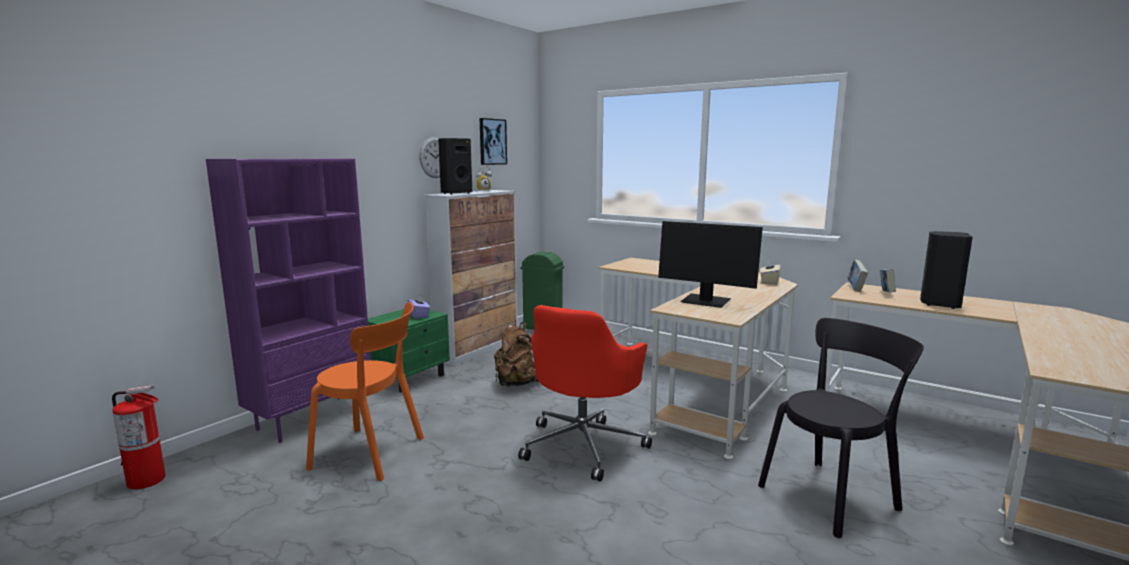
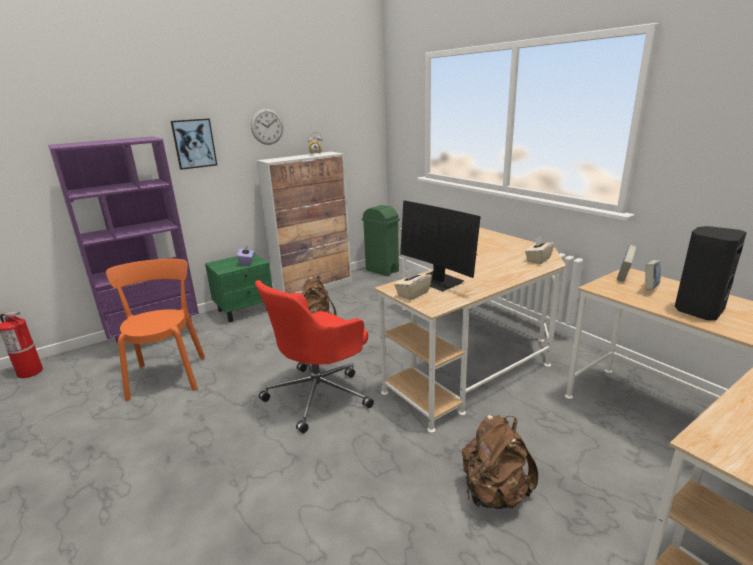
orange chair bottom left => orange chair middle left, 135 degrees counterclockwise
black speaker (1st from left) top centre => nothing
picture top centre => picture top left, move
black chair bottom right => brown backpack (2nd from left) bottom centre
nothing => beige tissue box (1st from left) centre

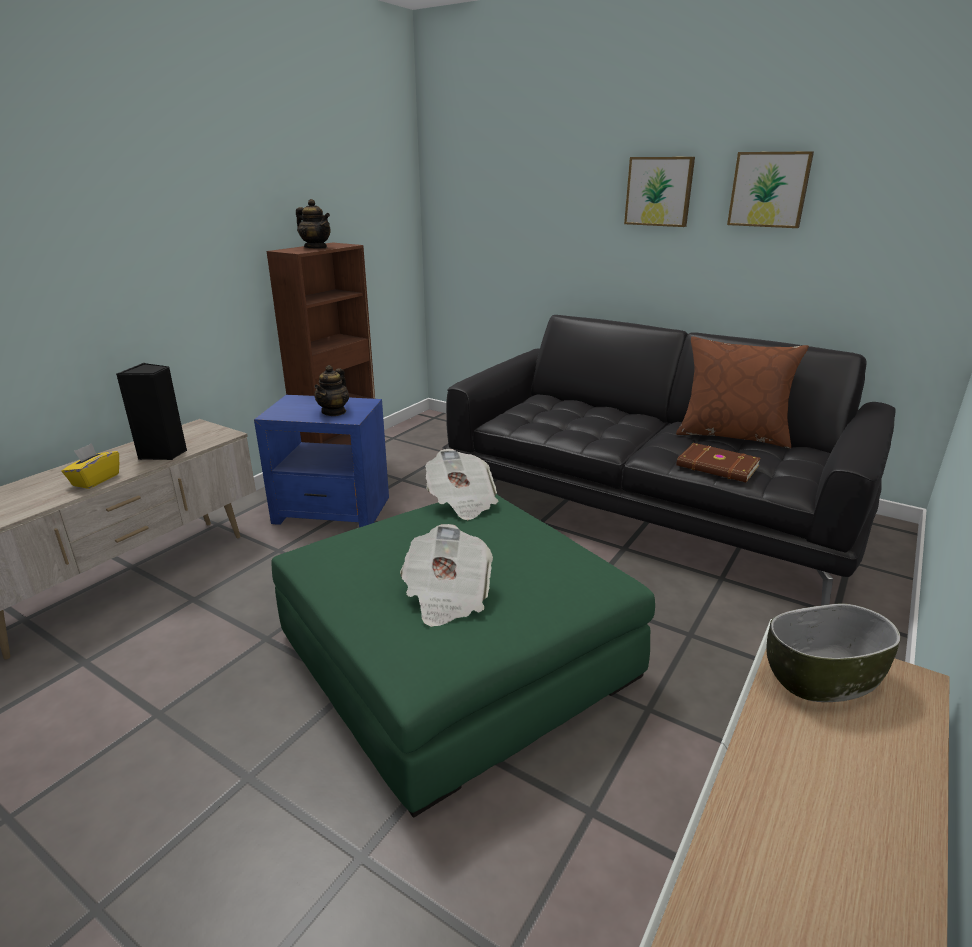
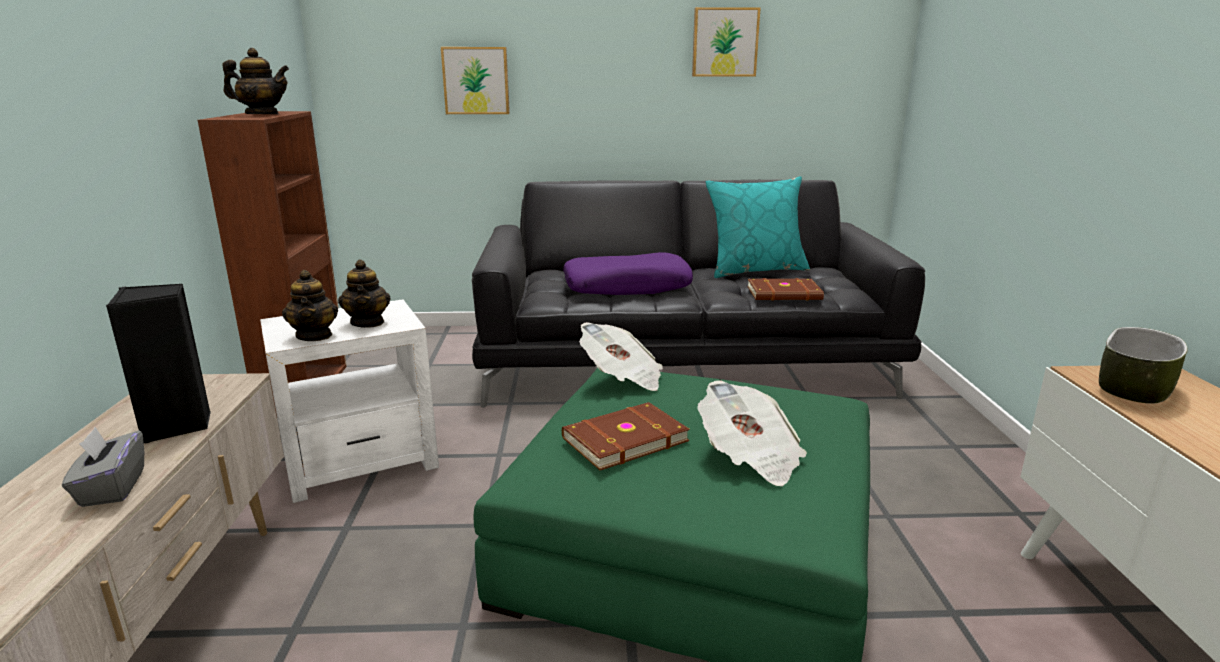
yellow tissue box middle left => grey tissue box bottom left
blue side table middle left => white side table middle left
picture (1st from left) top right => picture (1st from left) top centre, move
brown pillow middle right => turquoise pillow centre
nothing => teapot (2nd from left) middle left
nothing => brown book (1st from left) centre
nothing => purple pillow centre

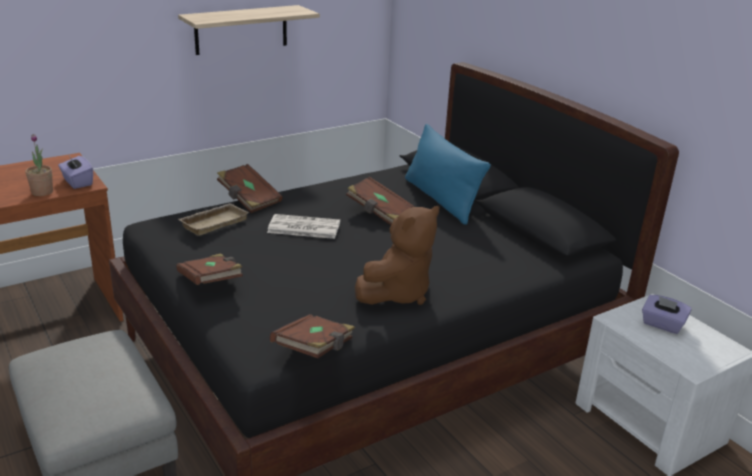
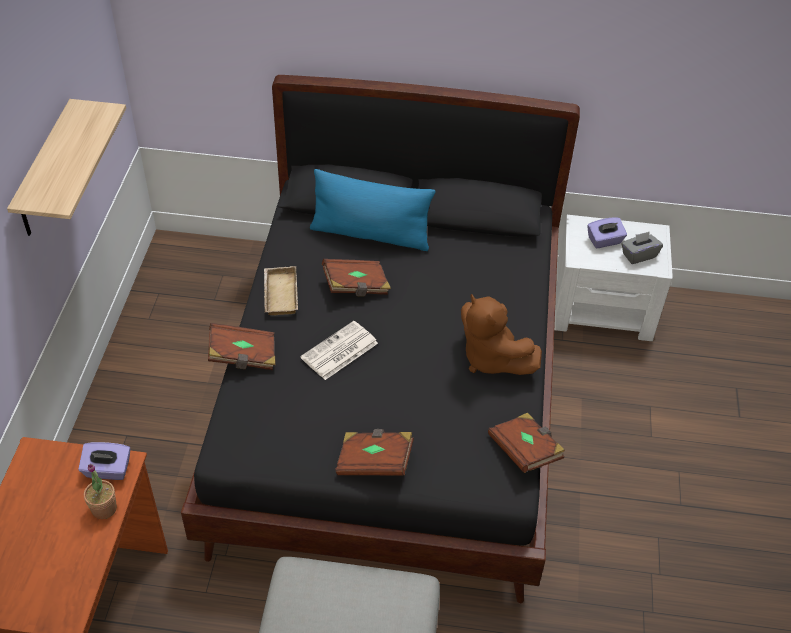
beige tray middle left => beige tray centre, move
brown plush toy centre, 150 degrees clockwise
nothing => grey tissue box middle right

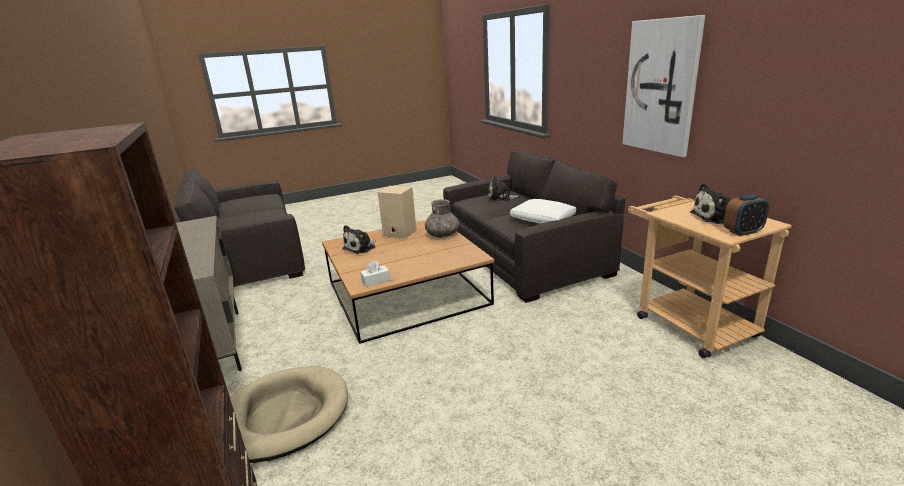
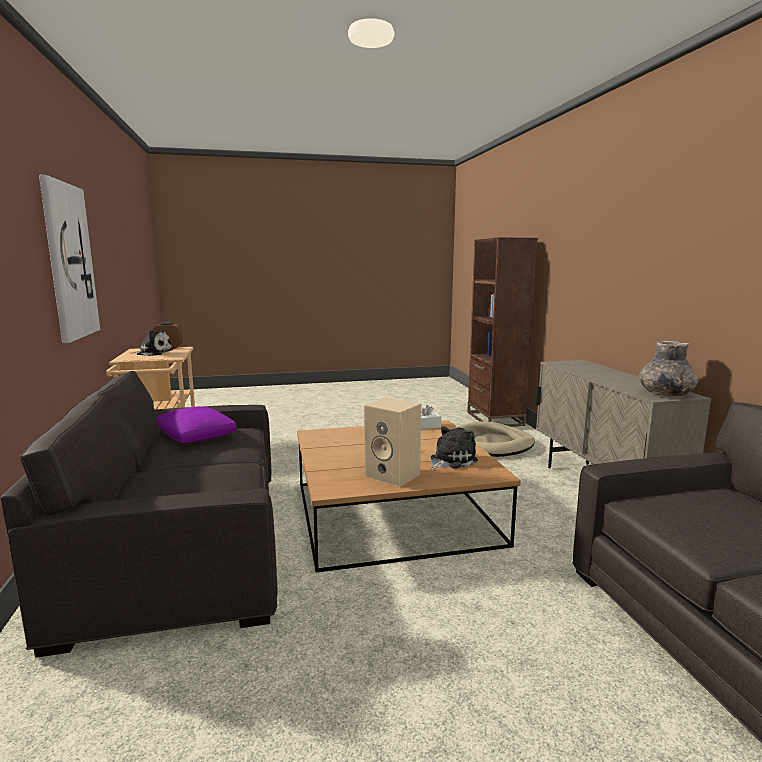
grey vase centre => grey vase middle right, move
plush toy (2nd from left) centre => nothing
white pillow centre => purple pillow middle left

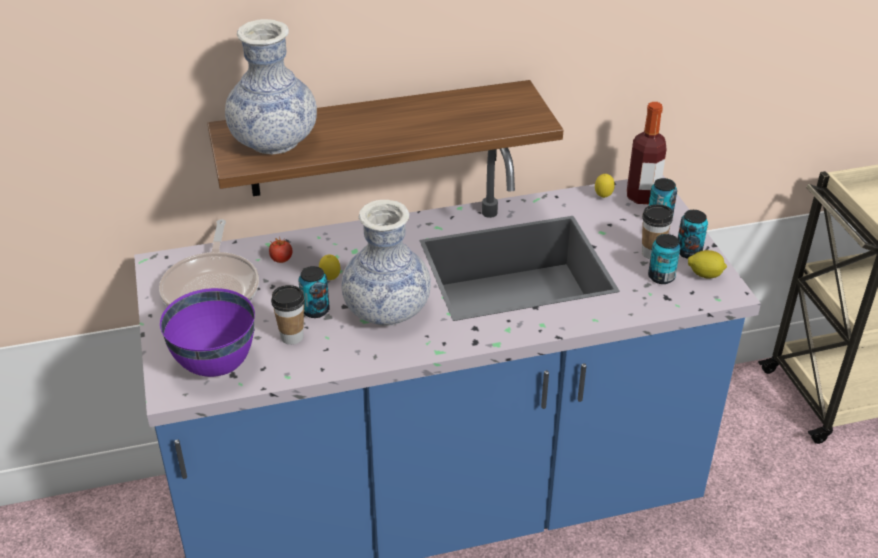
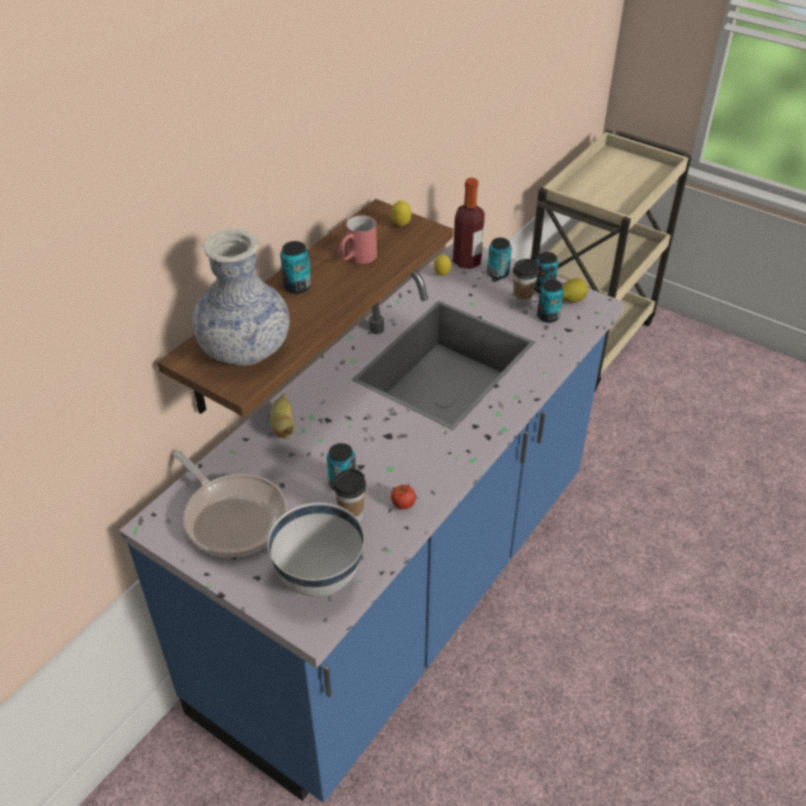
purple bowl middle left => white bowl bottom centre
tomato middle left => tomato centre, move
lemon (1st from left) centre => lemon (1st from left) top centre, move
vase (2nd from left) centre => nothing
nothing => banana centre
nothing => can (1st from left) top centre
nothing => red mug top centre

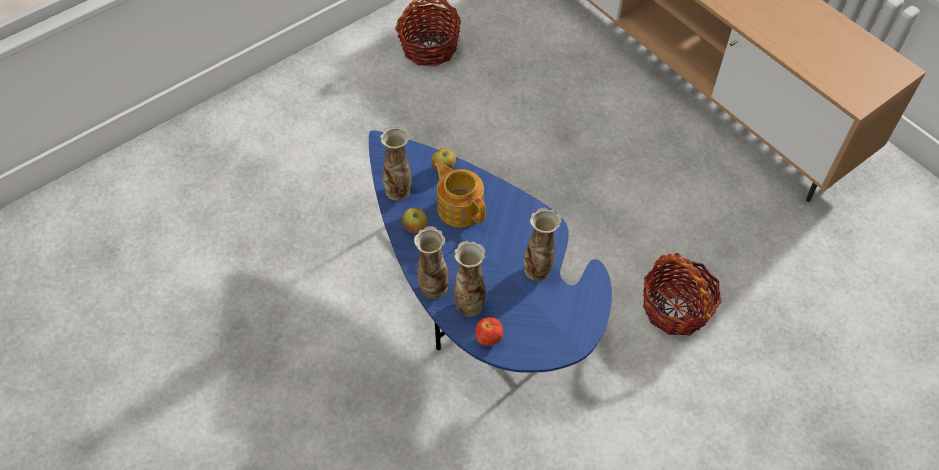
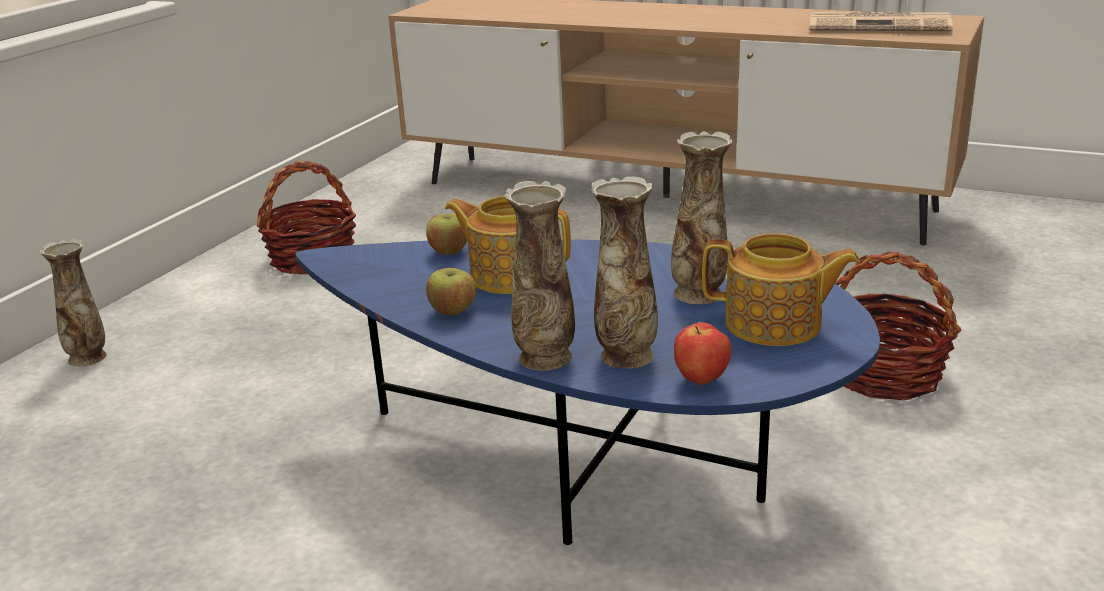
vase (1st from left) centre => vase (1st from left) middle left, move
nothing => teapot (2nd from left) middle right
nothing => newspaper top right

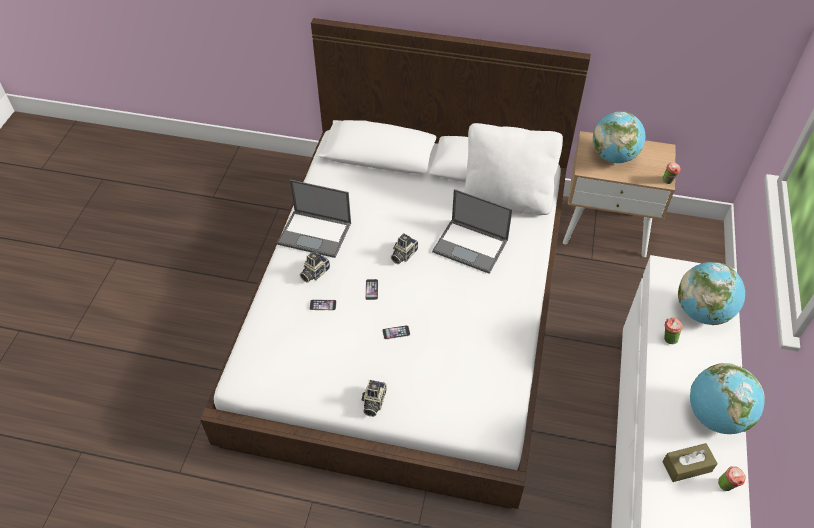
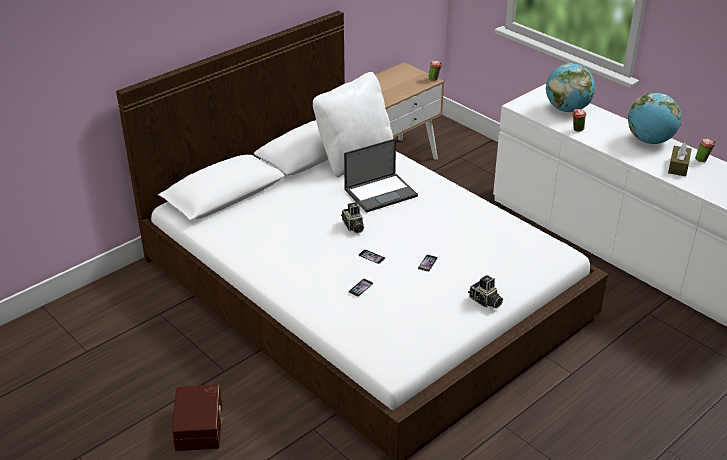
laptop (1st from left) centre => nothing
photo camera (1st from left) centre => nothing
globe (1st from left) top right => nothing
nothing => brown storage box bottom left

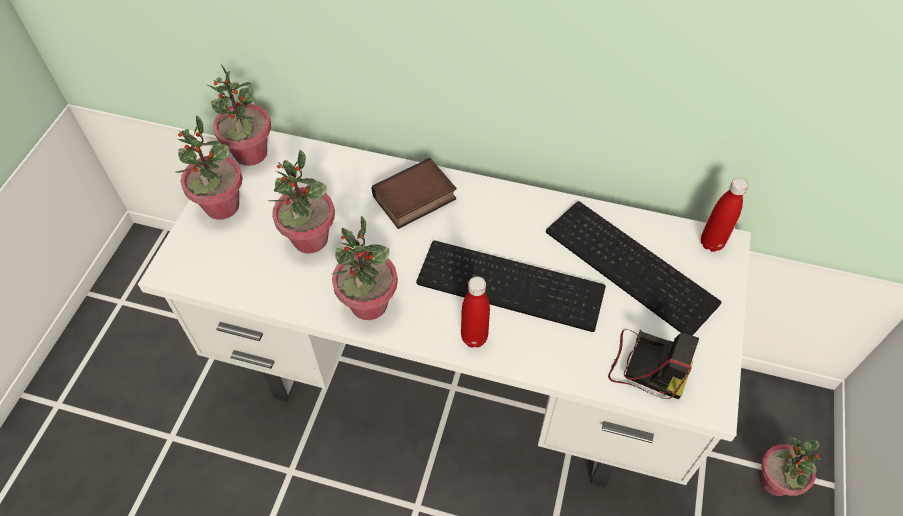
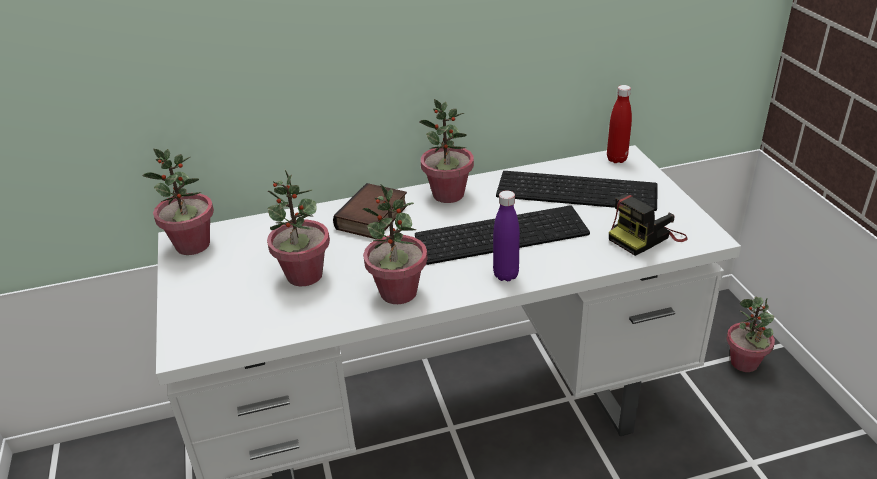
potted plant (1st from left in the first image) top left => potted plant (4th from left) top centre, move
red bottle (1st from left) centre => purple bottle centre
photo camera bottom right => photo camera middle right, 150 degrees clockwise

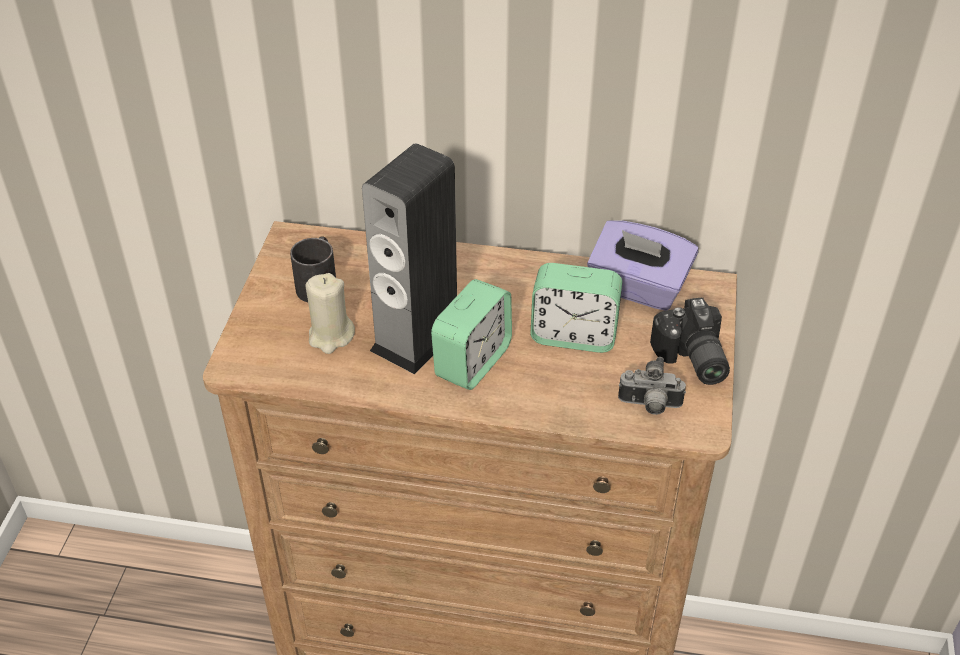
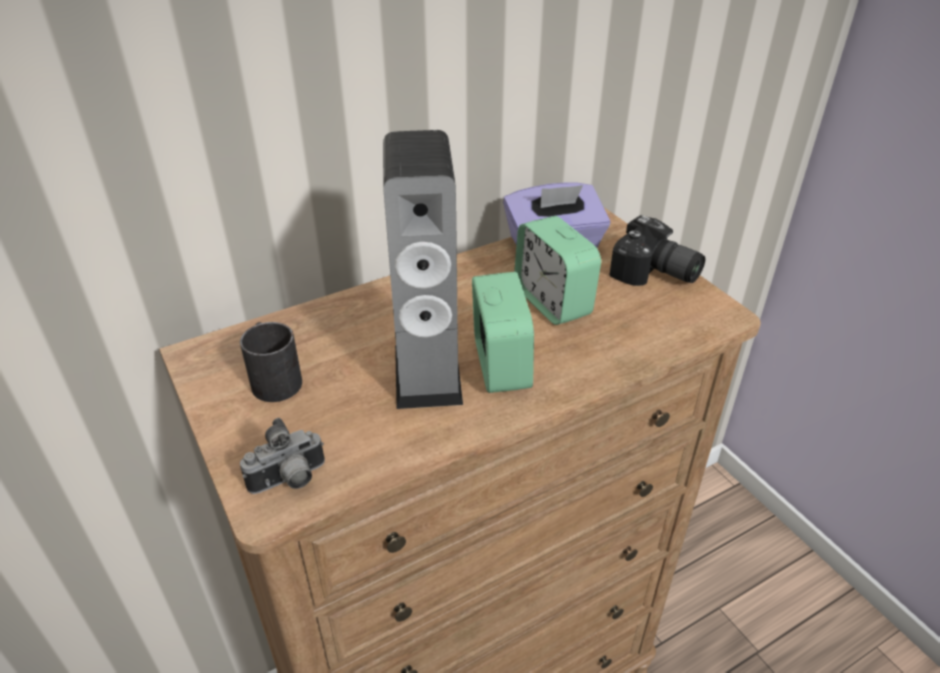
beige candle centre => nothing
alarm clock (2nd from left) centre, 90 degrees clockwise
photo camera (1st from left) middle right => photo camera (1st from left) bottom left, move

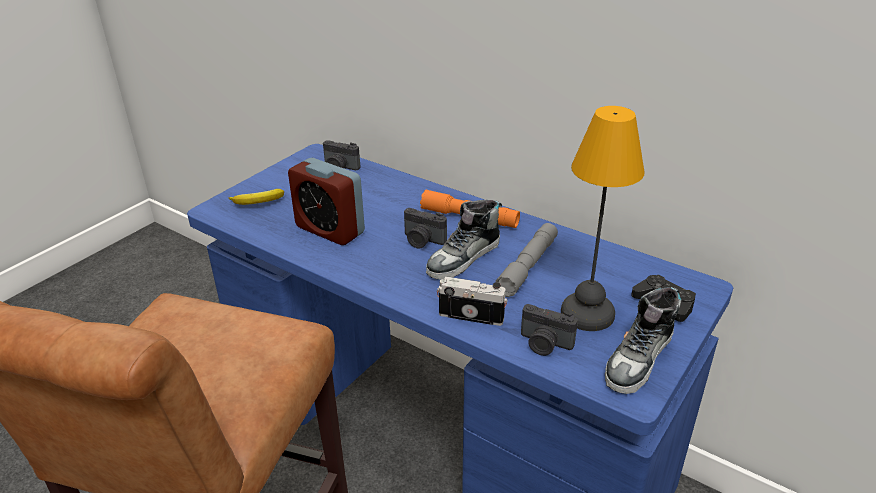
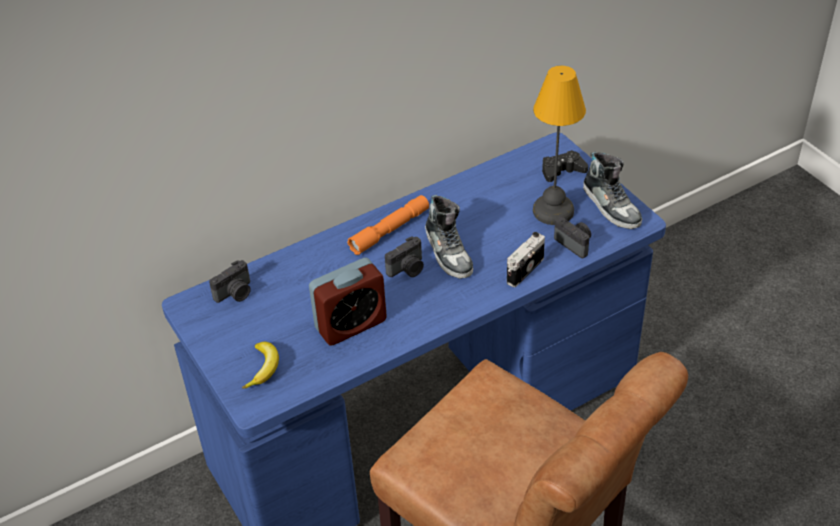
grey flashlight centre => nothing
photo camera (4th from left) bottom centre => photo camera (4th from left) middle right, 90 degrees counterclockwise

